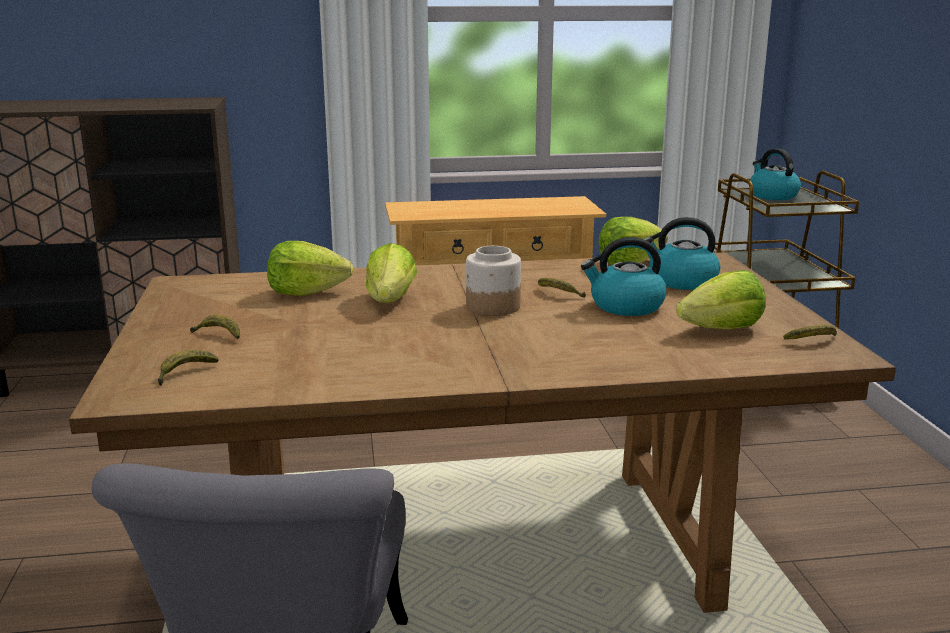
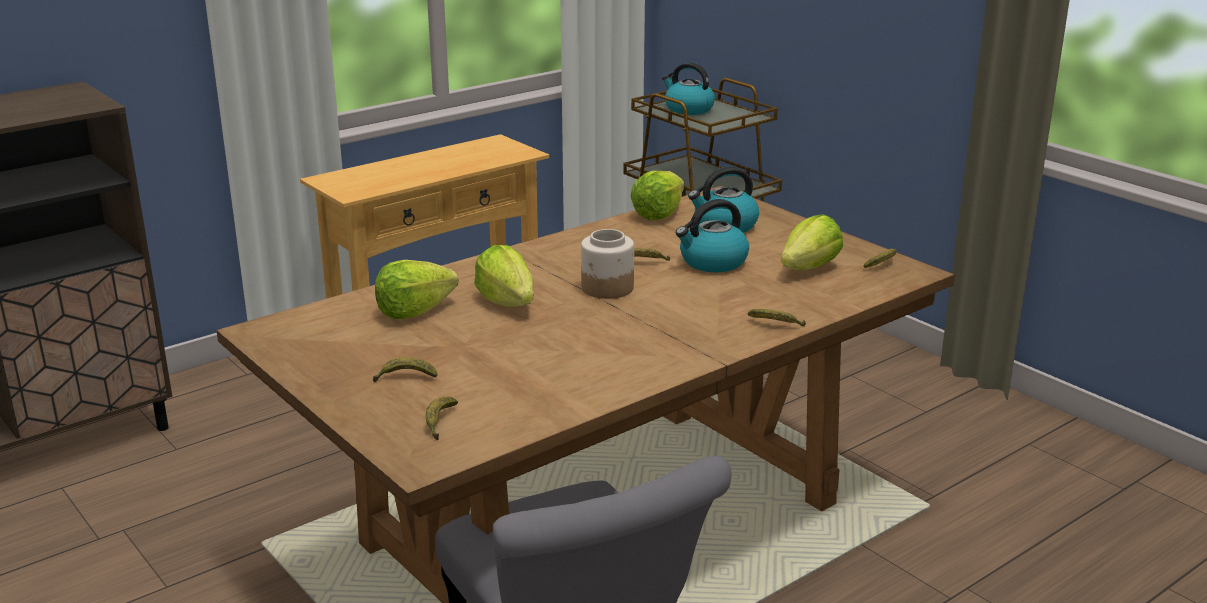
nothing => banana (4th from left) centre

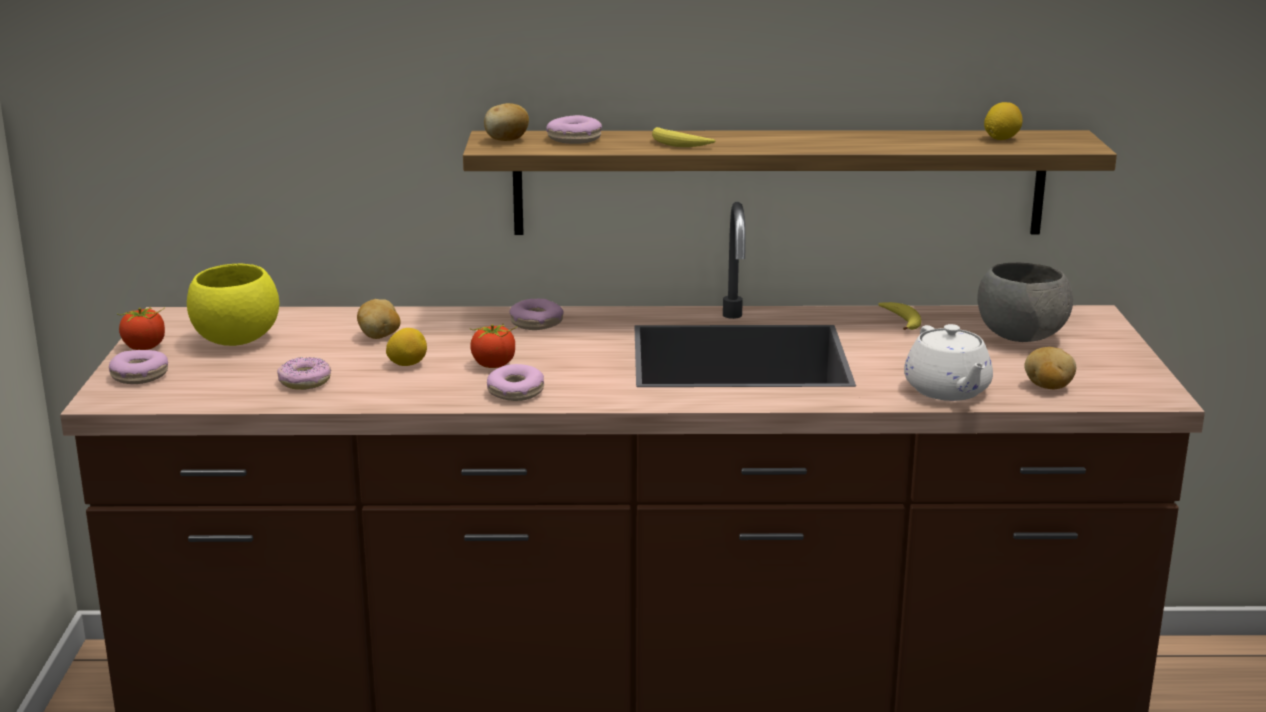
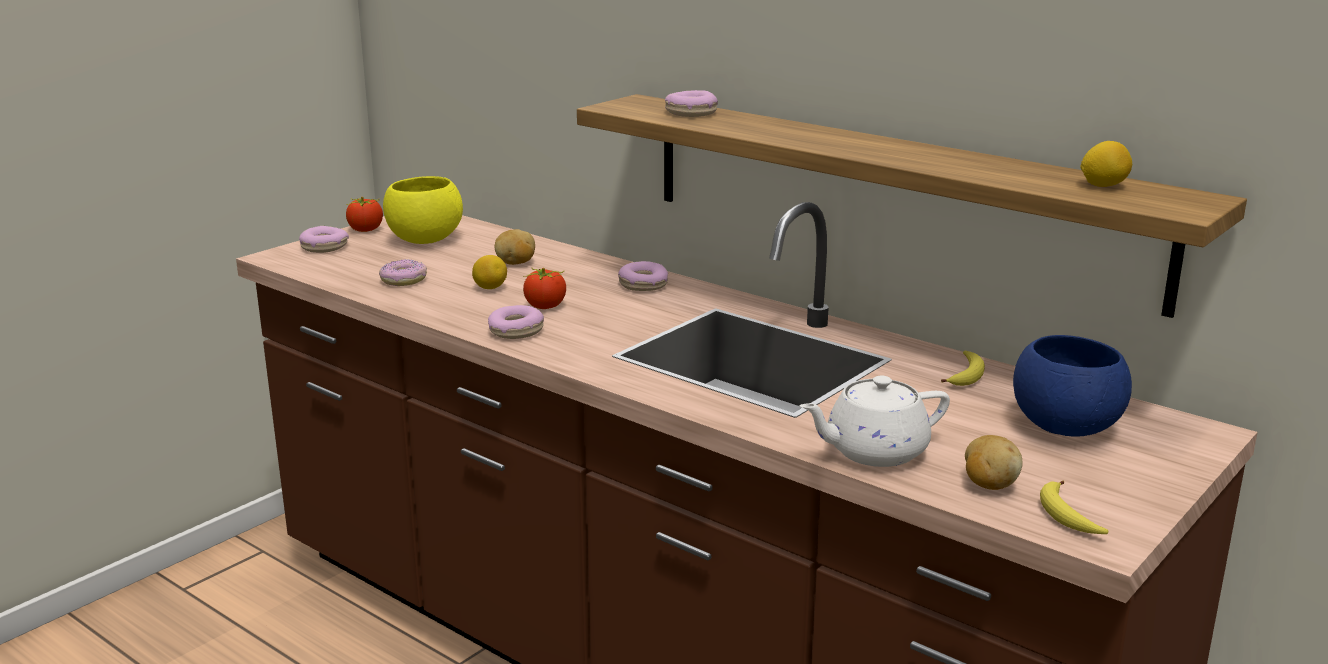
potato (2nd from left) top centre => nothing
banana (1st from left in the first image) top centre => banana (2nd from left) bottom right, move
white teapot middle right => white teapot centre, 45 degrees clockwise
grey bowl middle right => blue bowl middle right

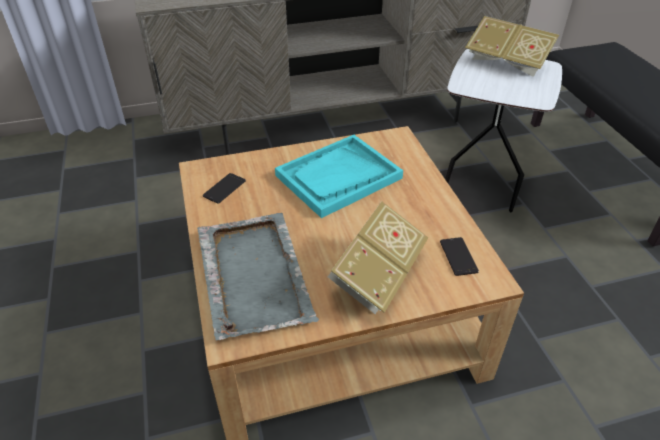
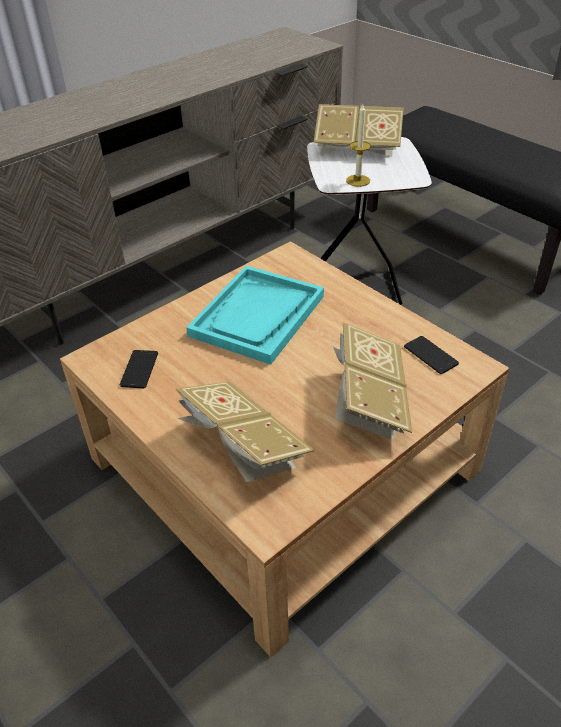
grey tray centre => book (1st from left) centre
nothing => candle top centre

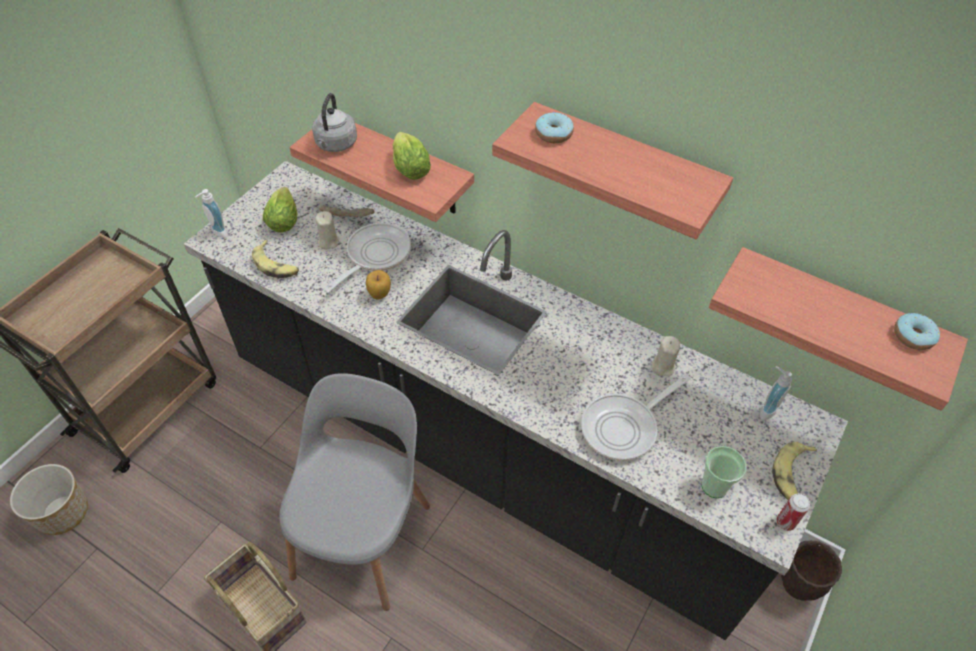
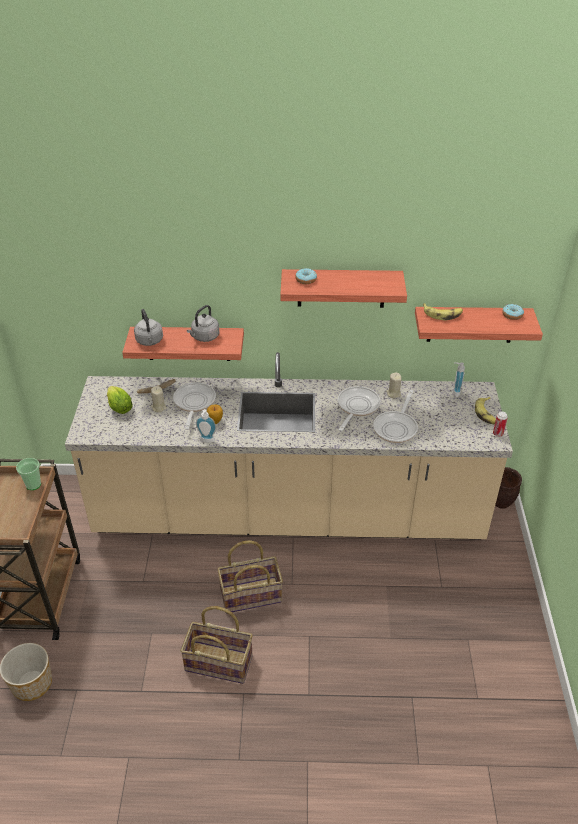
black counter centre => beige counter centre
soap dispenser (1st from left) top left => soap dispenser (1st from left) centre, move
banana (1st from left) middle left => banana (1st from left) middle right, move
grey chair bottom centre => basket (2nd from left) bottom centre
lettuce (2nd from left) top centre => grey kettle (2nd from left) centre
cup bottom right => cup middle left, move
nothing => frying pan (2nd from left) centre

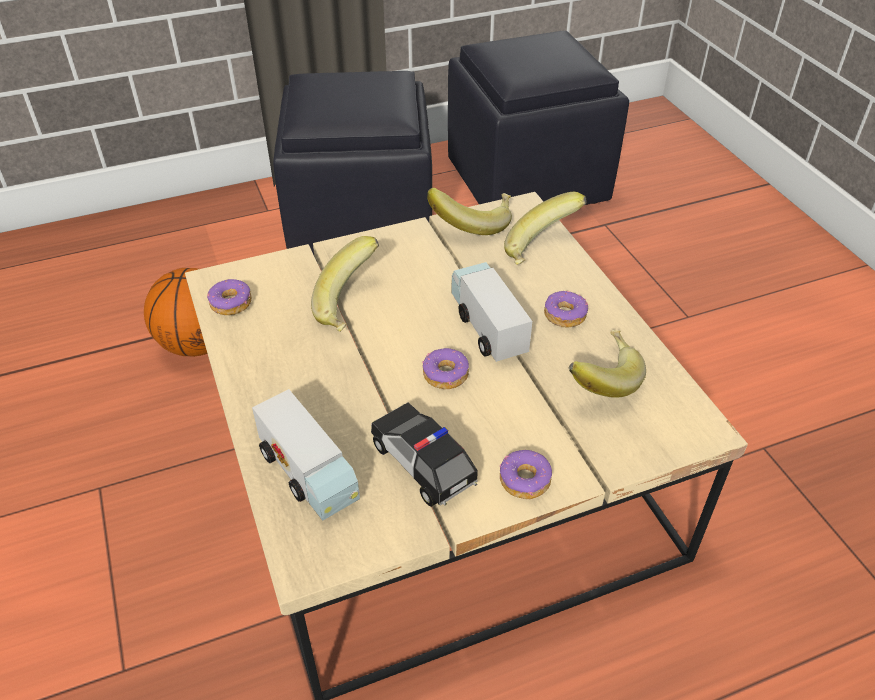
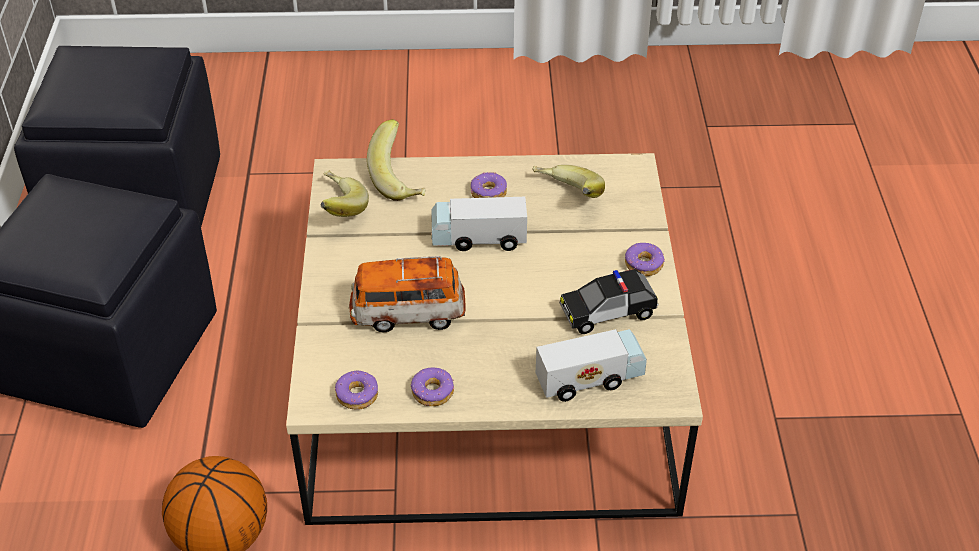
banana (1st from left) centre => toy car (1st from left) centre
donut (2nd from left) centre => donut (2nd from left) bottom centre, move

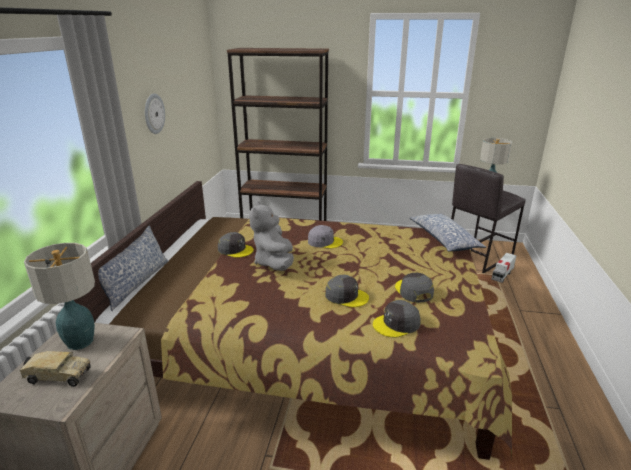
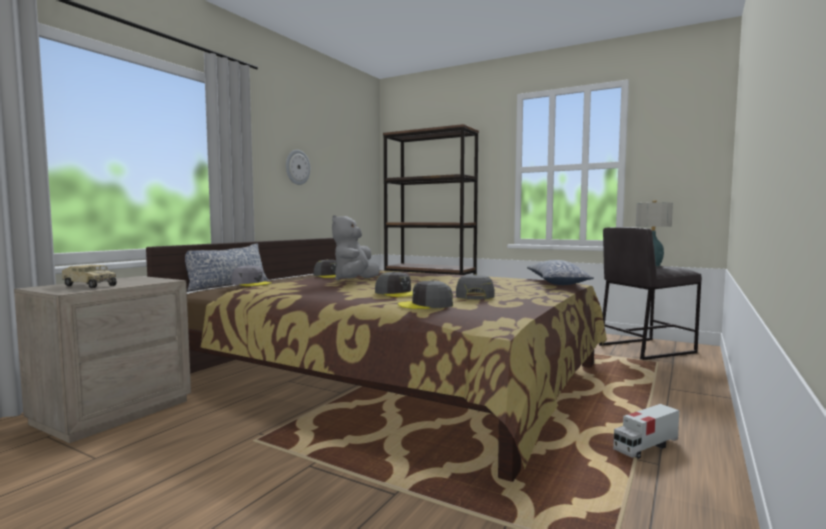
table lamp (1st from left) middle left => nothing
grey cap (2nd from left in the first image) centre => grey cap (1st from left) middle left, move
toy truck (2nd from left) middle right => toy truck (2nd from left) bottom right, move

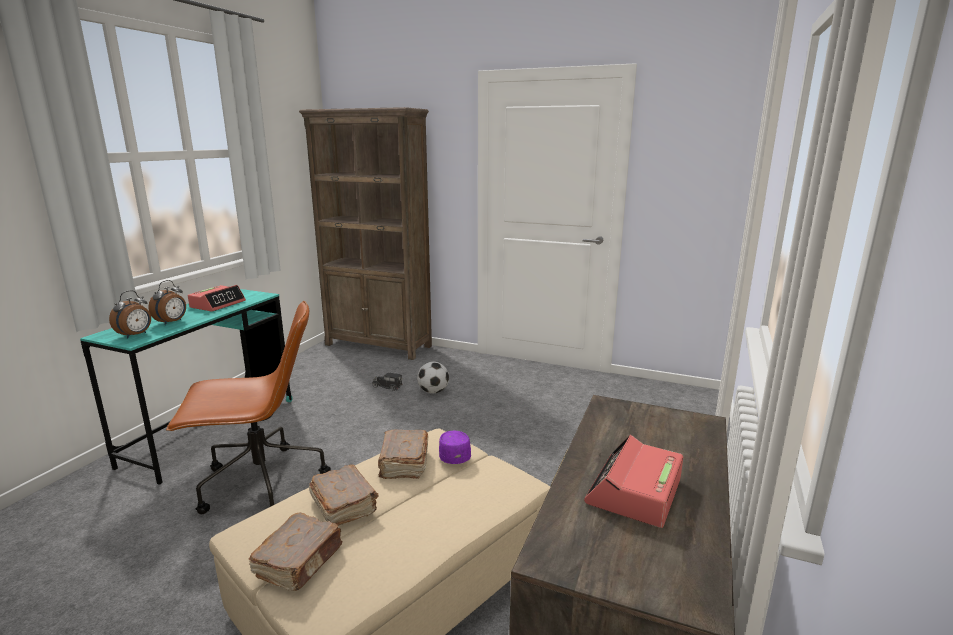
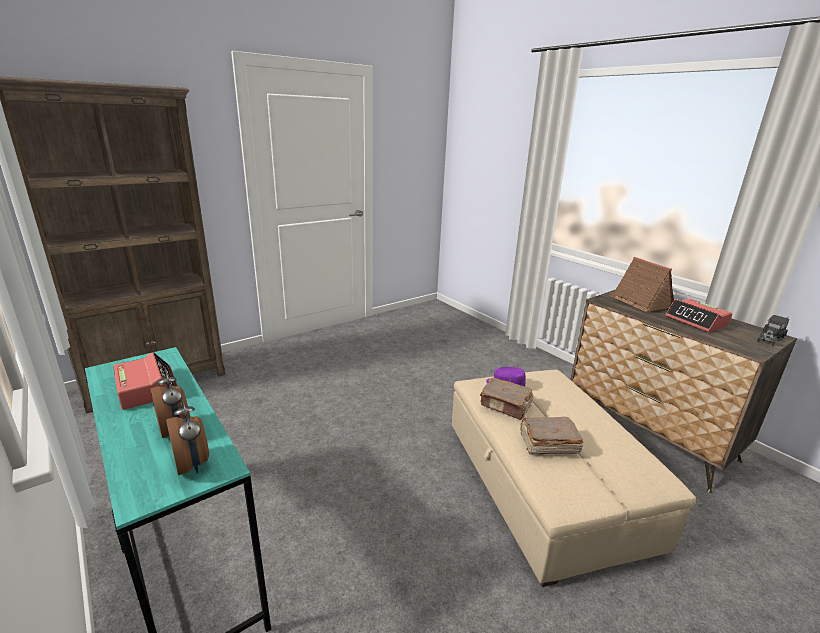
brown office chair middle left => nothing
brown book (1st from left) bottom left => nothing
toy truck centre => toy truck middle right, move
football centre => nothing
nothing => toy house middle right

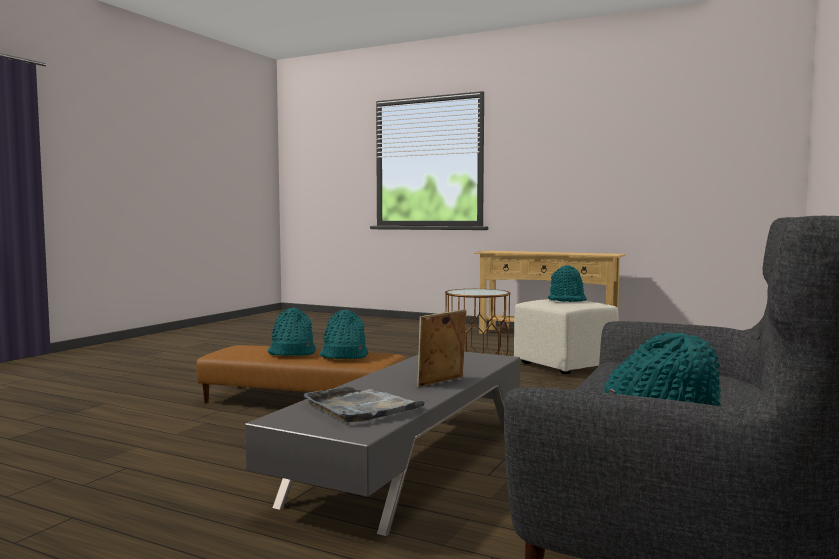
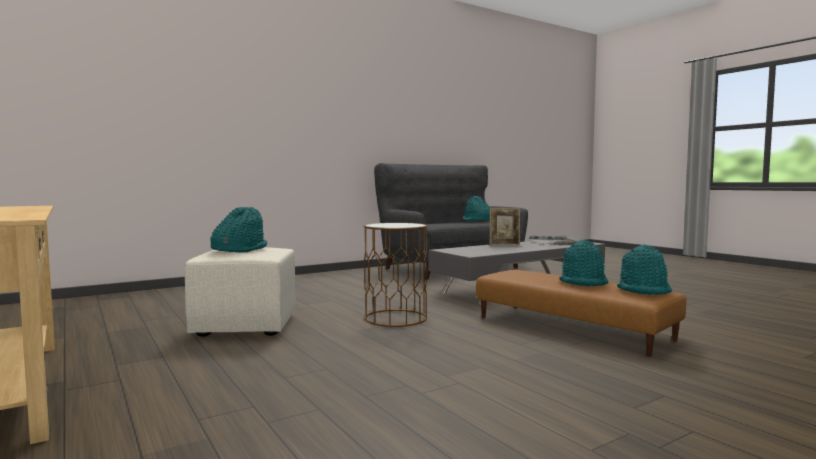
turquoise hat (2nd from left in the first image) centre => turquoise hat (4th from left) middle right, move

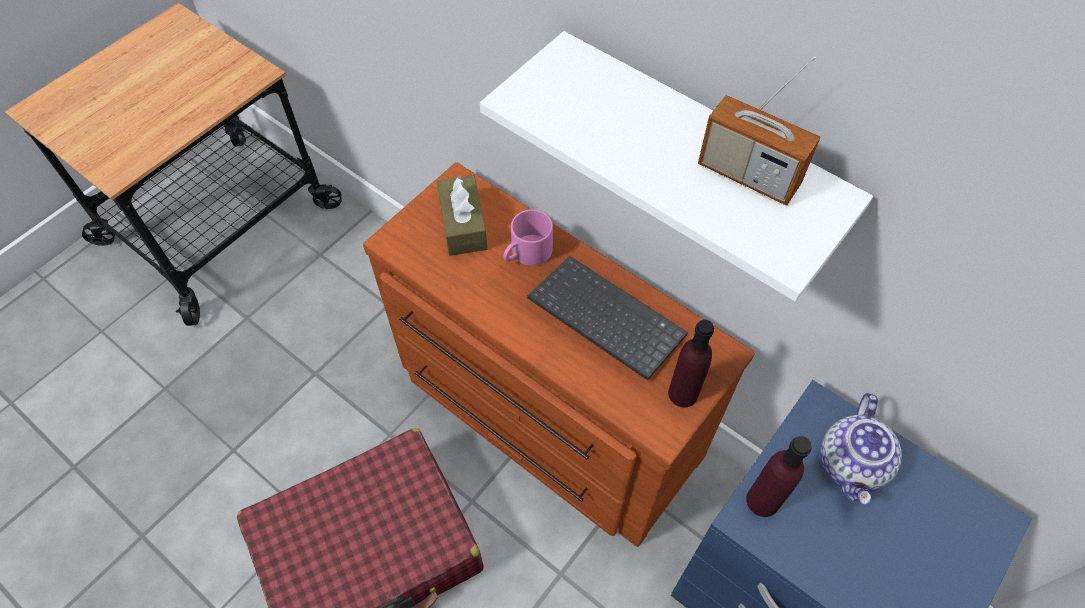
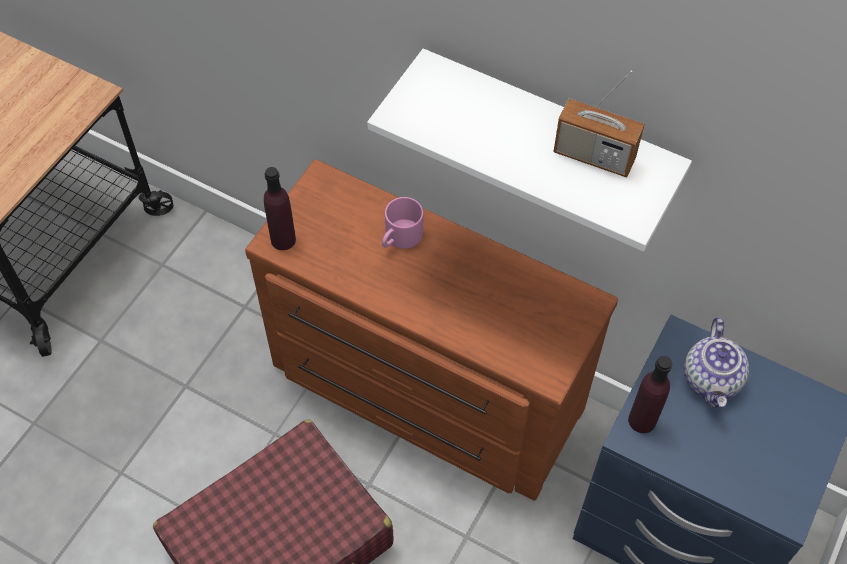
brown tissue box centre => nothing
keyboard centre => nothing
purple bottle (1st from left) centre => purple bottle (1st from left) middle left, move

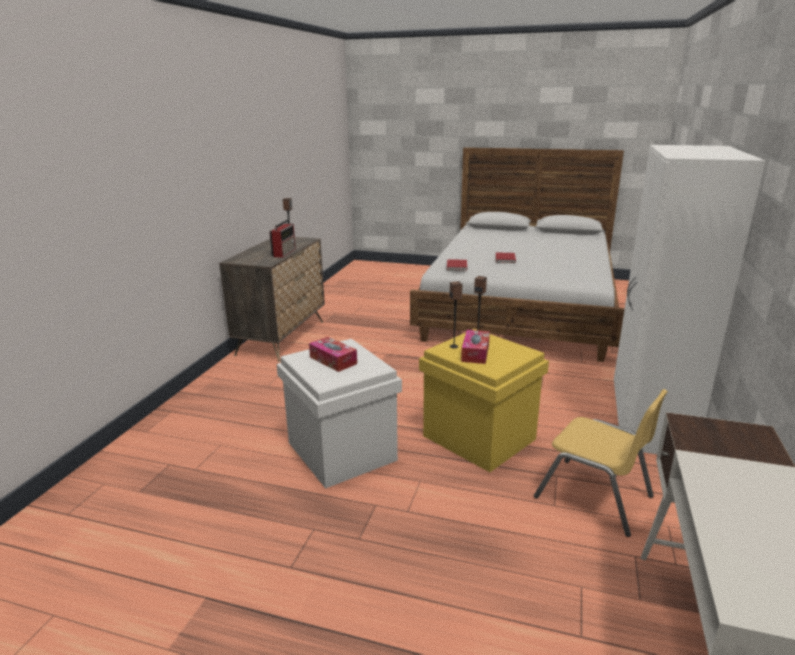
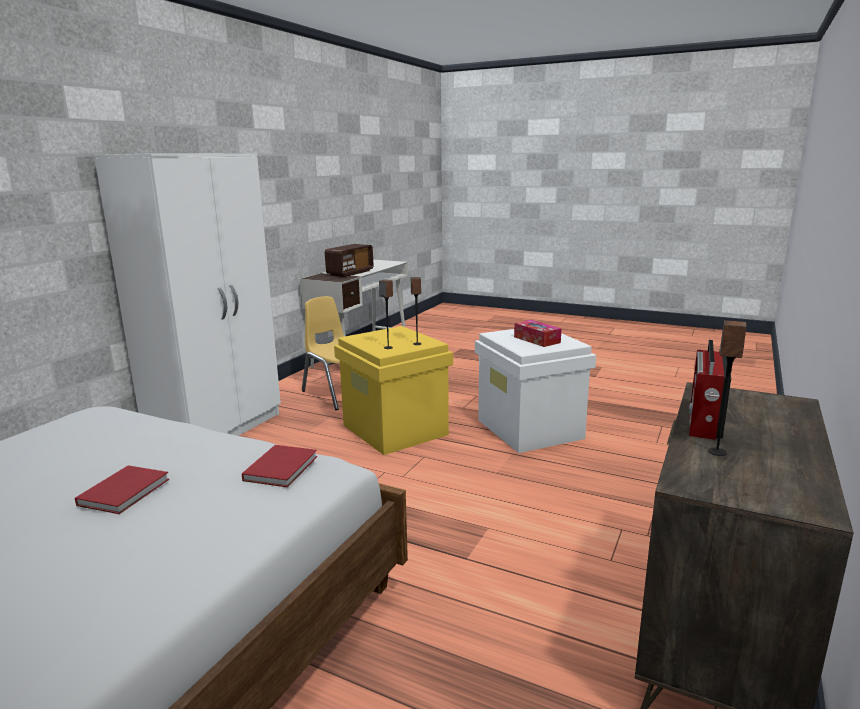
tissue box (2nd from left) centre => nothing
nothing => radio (1st from left) centre

